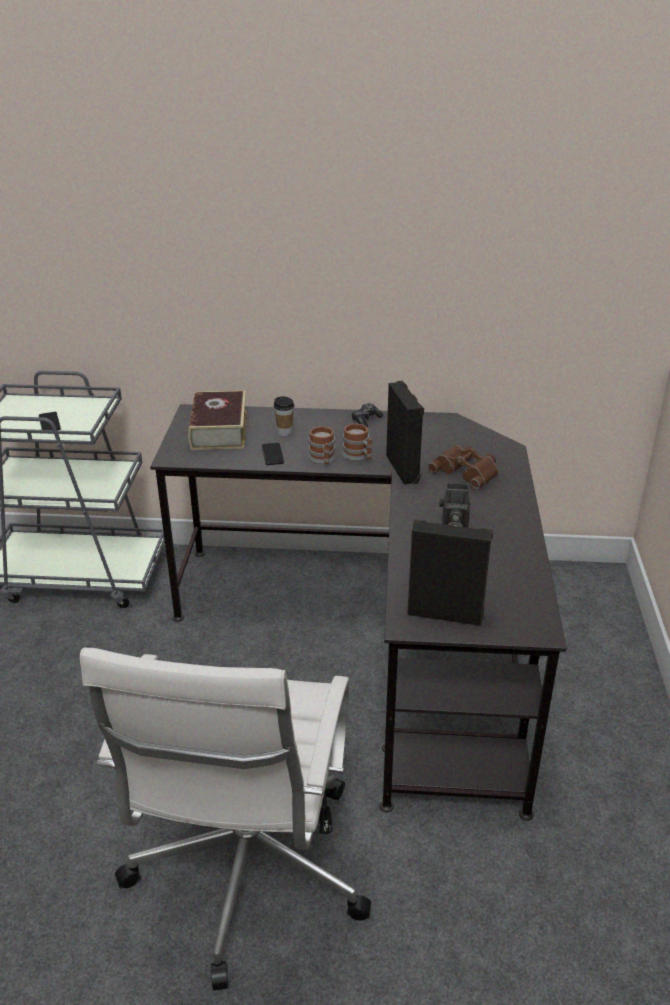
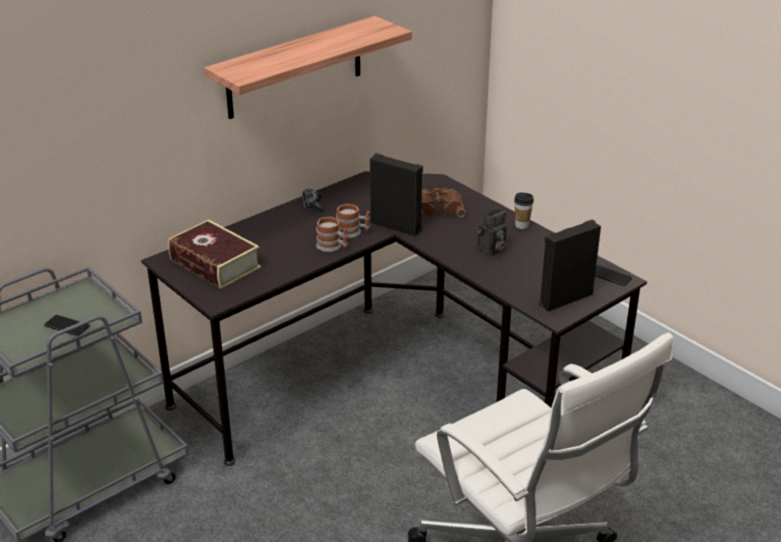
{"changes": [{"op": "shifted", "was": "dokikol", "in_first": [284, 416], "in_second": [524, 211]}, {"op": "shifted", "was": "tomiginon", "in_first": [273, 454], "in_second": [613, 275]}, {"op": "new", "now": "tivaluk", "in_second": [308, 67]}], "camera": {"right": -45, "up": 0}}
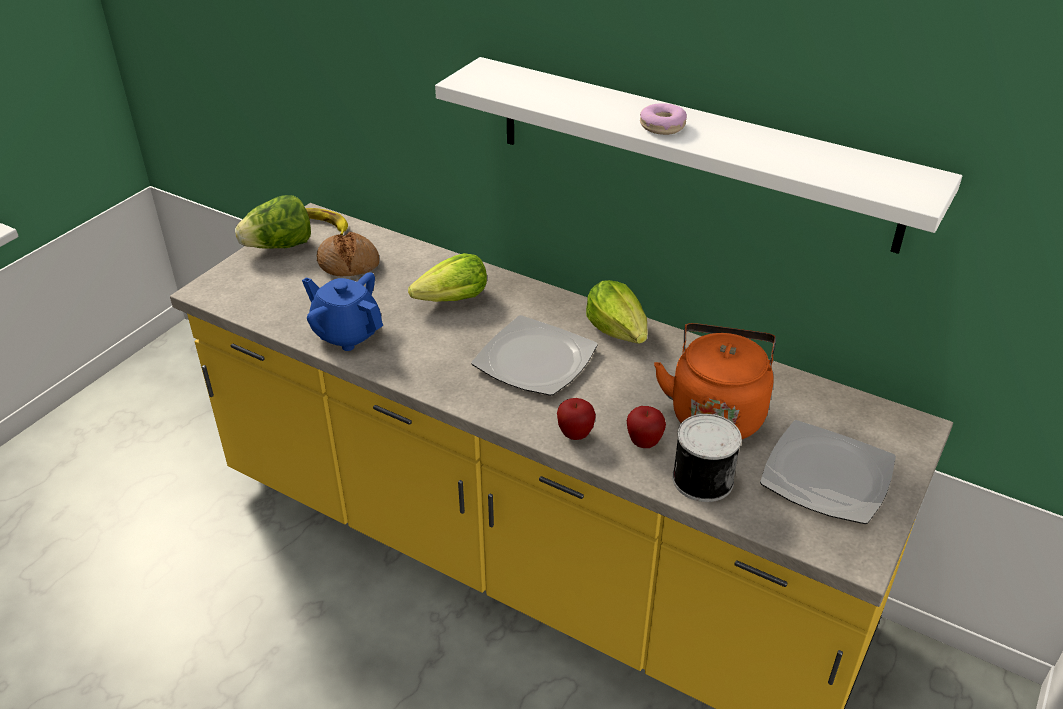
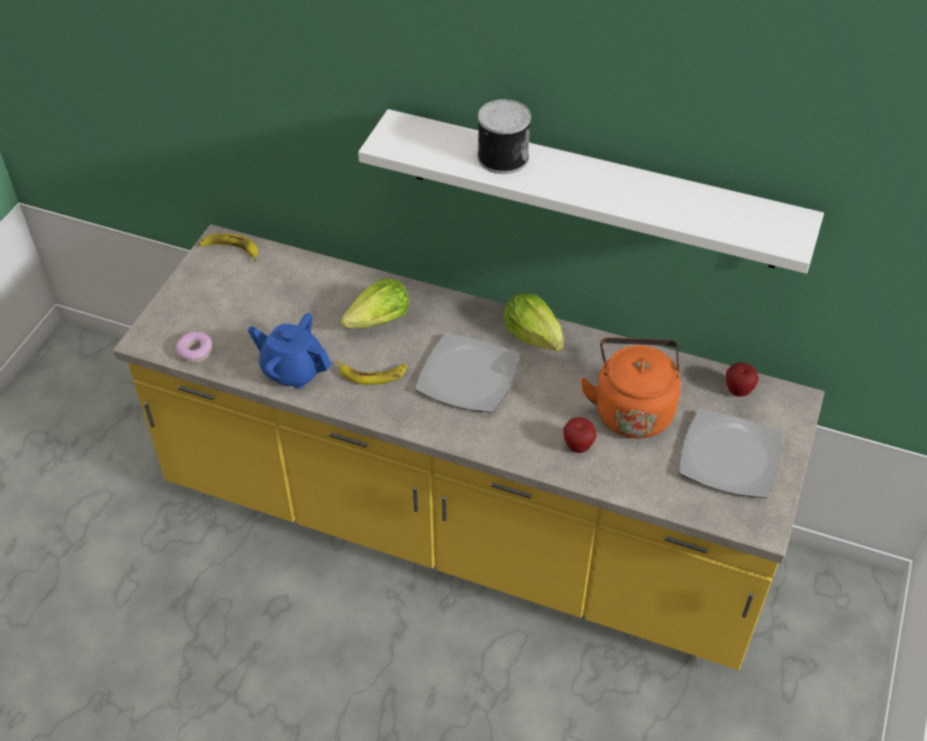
{"changes": [{"op": "shifted", "was": "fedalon", "in_first": [663, 119], "in_second": [194, 347]}, {"op": "gone", "was": "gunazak", "in_first": [273, 222]}, {"op": "gone", "was": "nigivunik", "in_first": [348, 254]}, {"op": "shifted", "was": "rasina", "in_first": [576, 419], "in_second": [742, 379]}, {"op": "shifted", "was": "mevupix", "in_first": [707, 458], "in_second": [504, 136]}, {"op": "new", "now": "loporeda", "in_second": [372, 372]}], "camera": {"right": -10, "up": 10}}
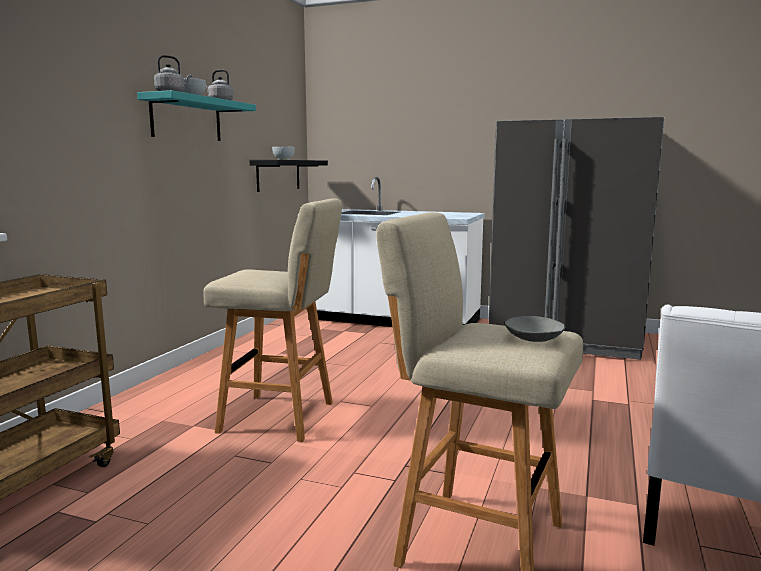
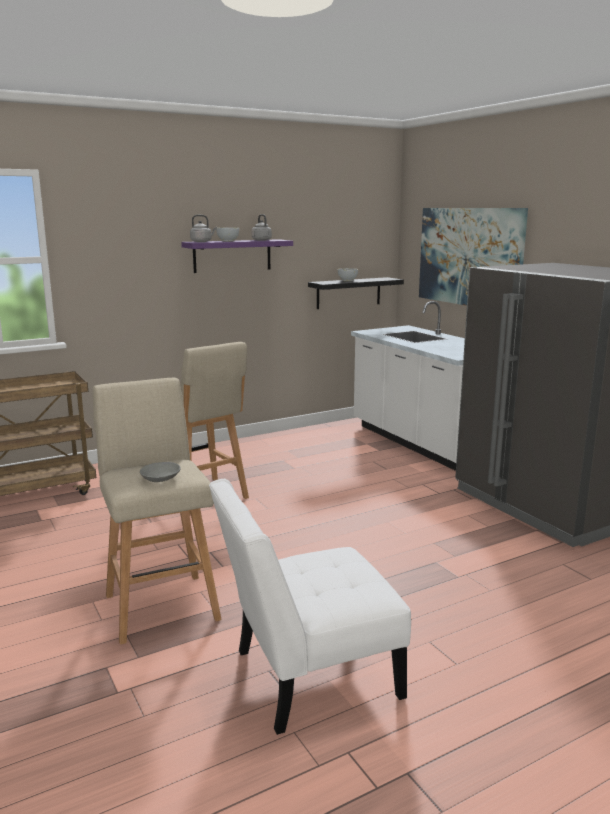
{"changes": [{"op": "repainted", "was": "tivaluk (turquoise)", "now": "tivaluk (purple)", "in_first": [196, 115], "in_second": [237, 256]}, {"op": "new", "now": "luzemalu", "in_second": [473, 257]}], "camera": {"right": 40, "up": 5}}
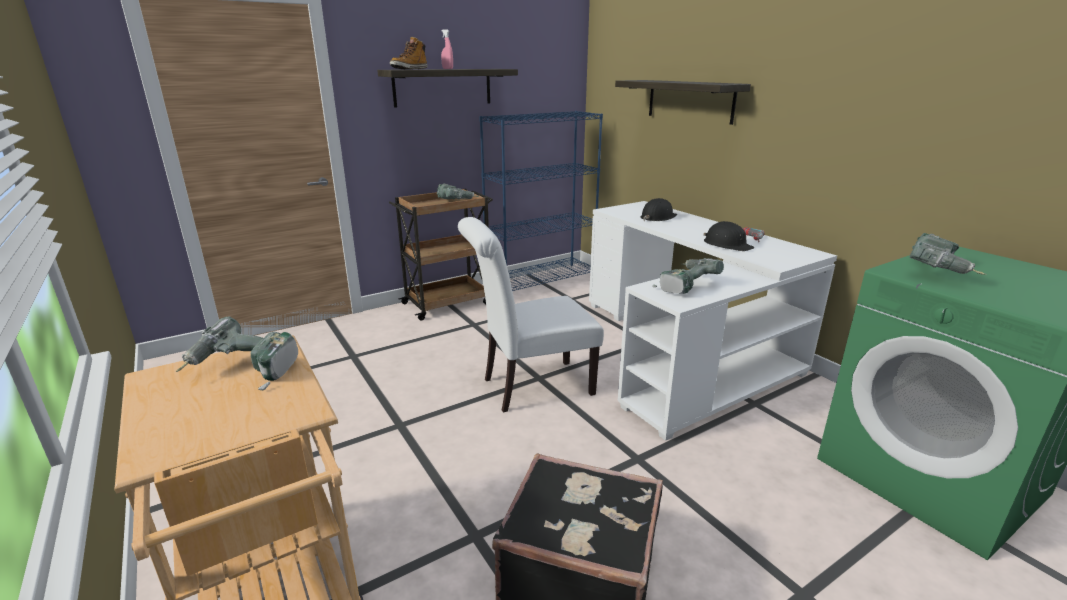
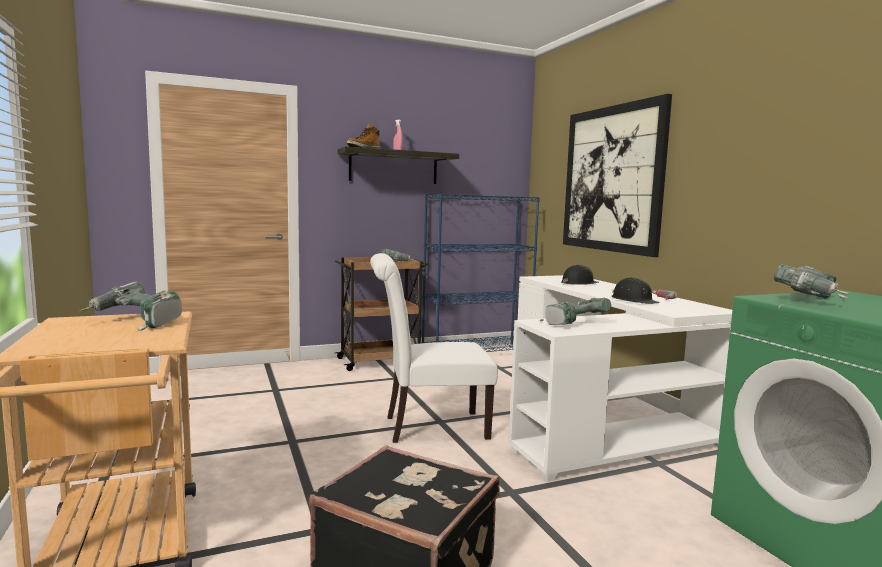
{"changes": [{"op": "swapped", "was": "tivaluk", "now": "luzemalu", "in_first": [683, 102], "in_second": [617, 175]}], "camera": {"right": 10, "up": -15}}
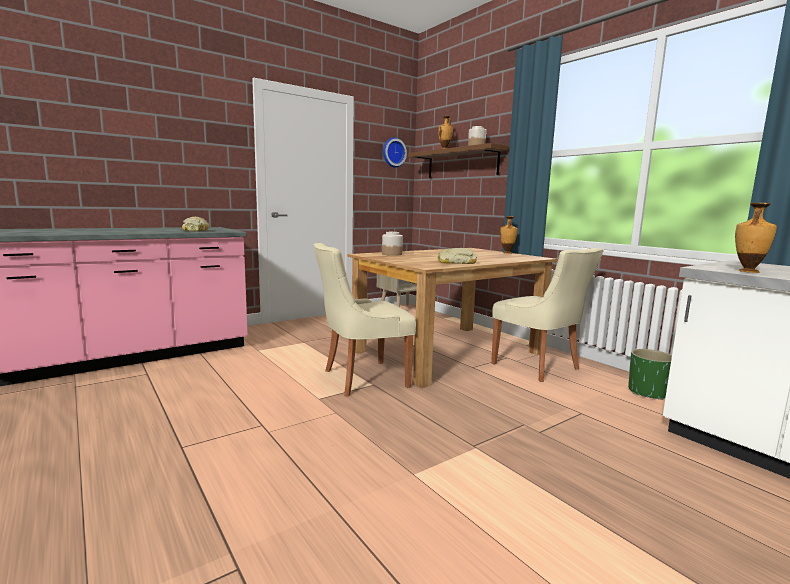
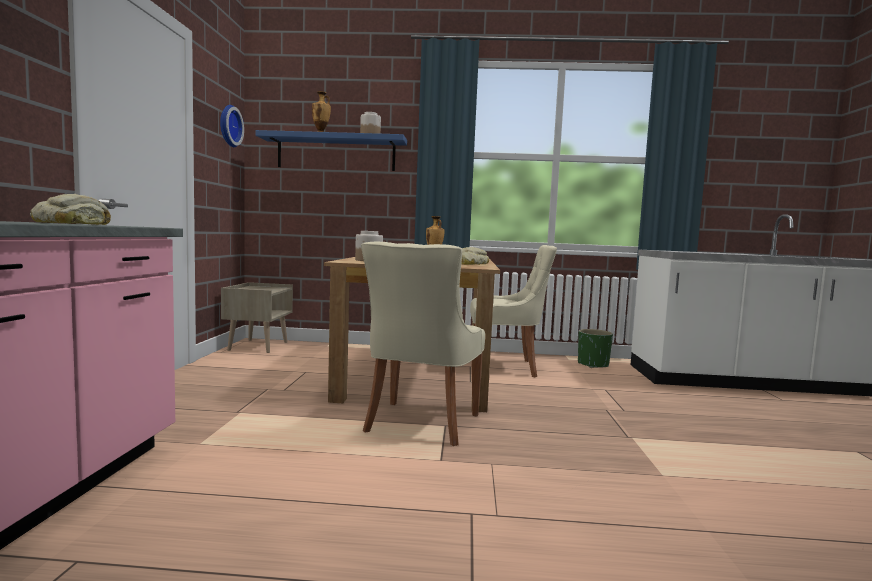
{"changes": [{"op": "repainted", "was": "tivaluk (brown)", "now": "tivaluk (blue)", "in_first": [458, 160], "in_second": [331, 150]}, {"op": "gone", "was": "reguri", "in_first": [756, 238]}], "camera": {"right": -50, "up": -5}}
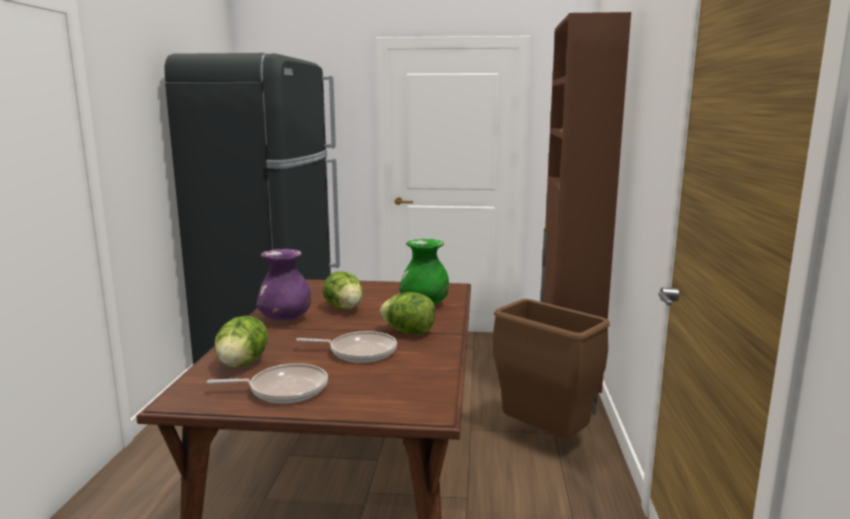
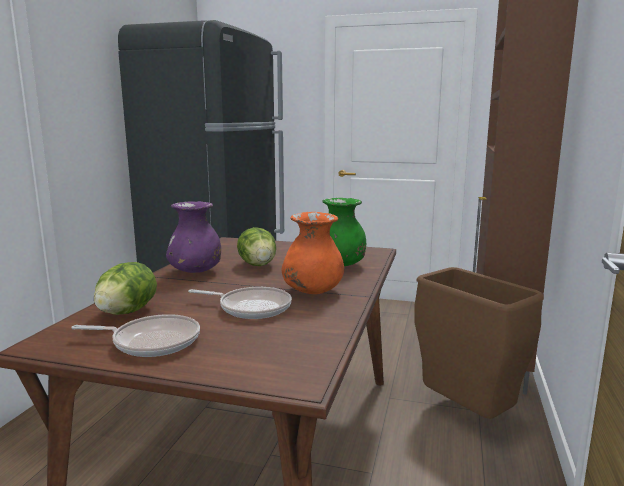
{"changes": [{"op": "swapped", "was": "gunazak", "now": "reguri (orange)", "in_first": [407, 313], "in_second": [313, 253]}], "camera": {"right": 10, "up": 0}}
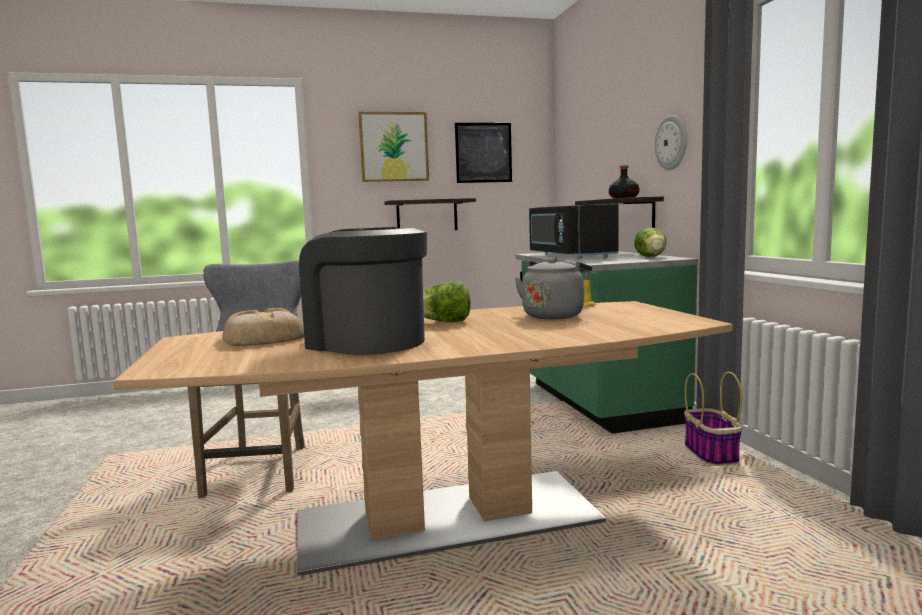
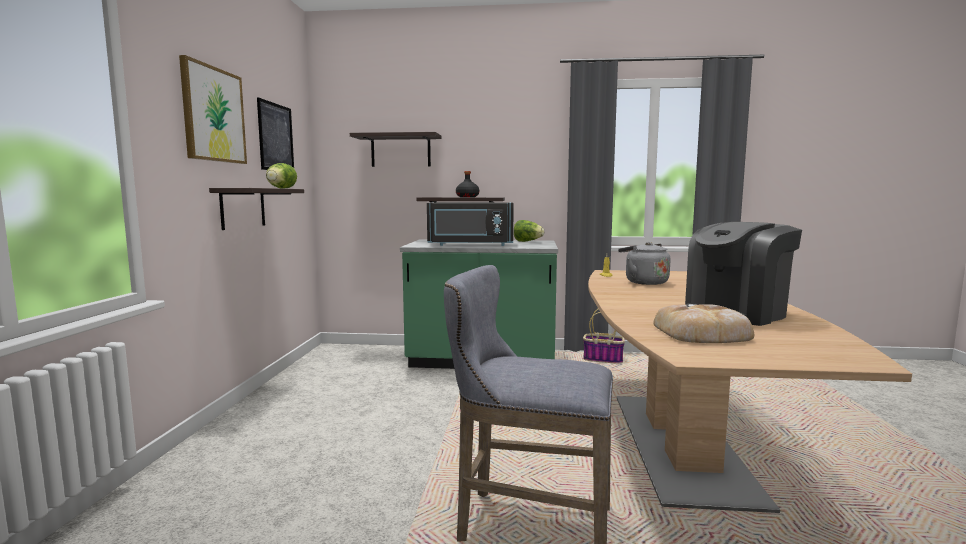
{"changes": [{"op": "gone", "was": "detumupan", "in_first": [671, 142]}, {"op": "shifted", "was": "gunazak", "in_first": [447, 301], "in_second": [281, 176]}, {"op": "new", "now": "tivaluk", "in_second": [395, 149]}], "camera": {"right": -70, "up": 0}}
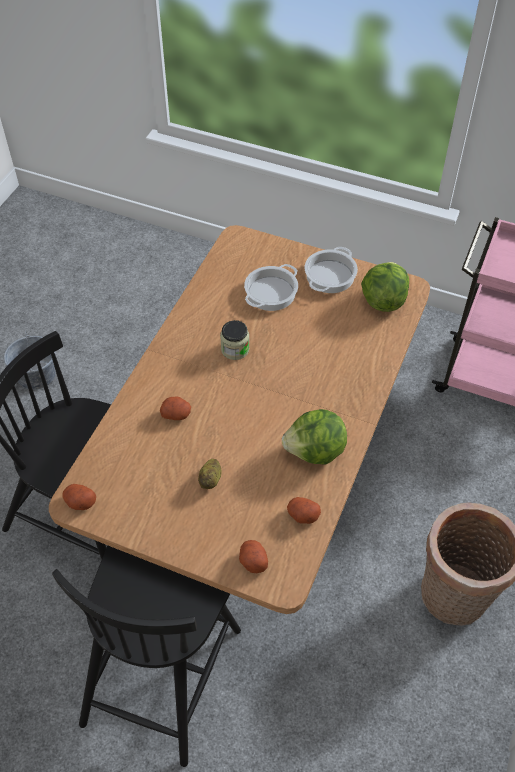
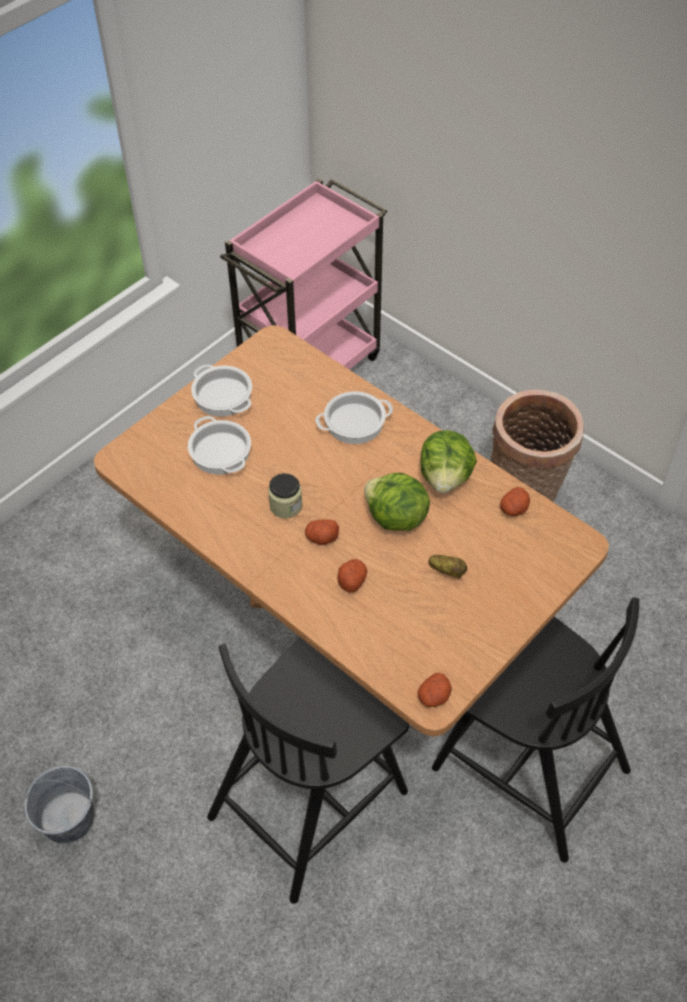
{"changes": [{"op": "shifted", "was": "gunazak", "in_first": [385, 287], "in_second": [397, 502]}, {"op": "shifted", "was": "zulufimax", "in_first": [253, 556], "in_second": [322, 532]}, {"op": "new", "now": "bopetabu", "in_second": [354, 417]}], "camera": {"right": -70, "up": 0}}
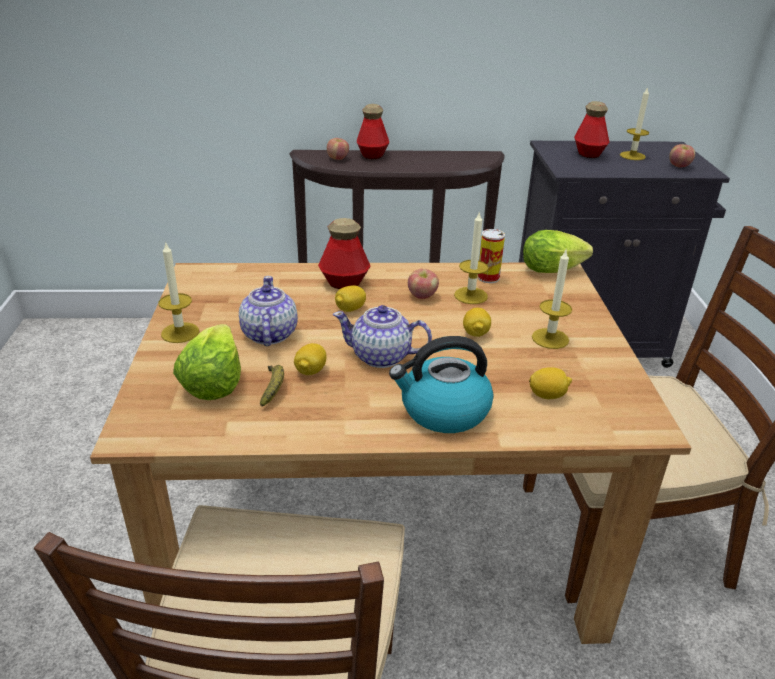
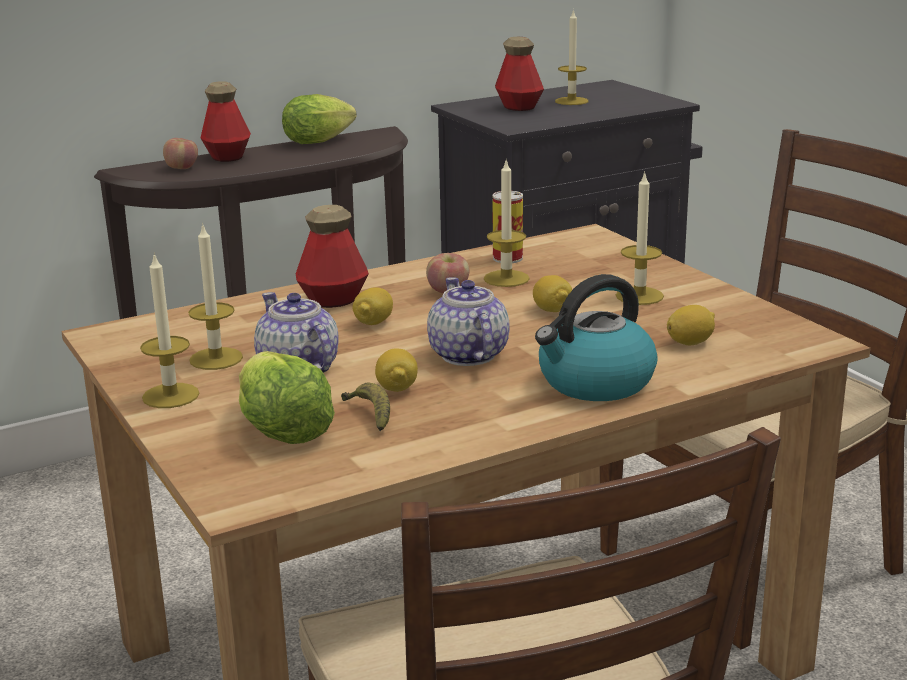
{"changes": [{"op": "gone", "was": "rasina", "in_first": [682, 155]}, {"op": "shifted", "was": "gunazak", "in_first": [558, 251], "in_second": [319, 119]}, {"op": "rotated", "was": "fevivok", "in_first": [382, 336], "in_second": [468, 321], "clockwise": 90}, {"op": "new", "now": "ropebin", "in_second": [215, 296]}], "camera": {"right": -25, "up": -10}}
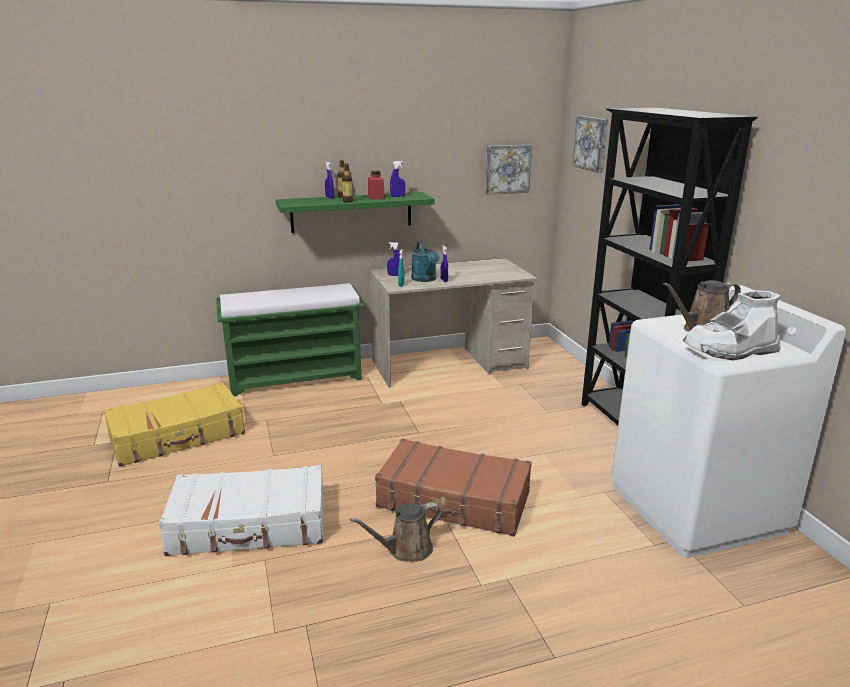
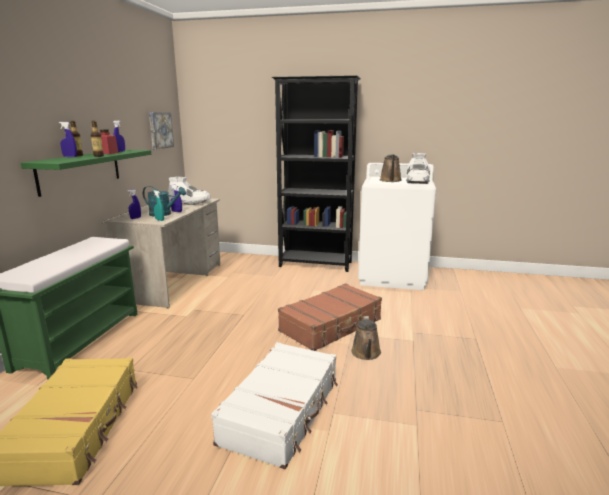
{"changes": [{"op": "gone", "was": "luzemalu", "in_first": [590, 144]}, {"op": "new", "now": "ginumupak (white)", "in_second": [189, 191]}], "camera": {"right": -60, "up": -5}}
